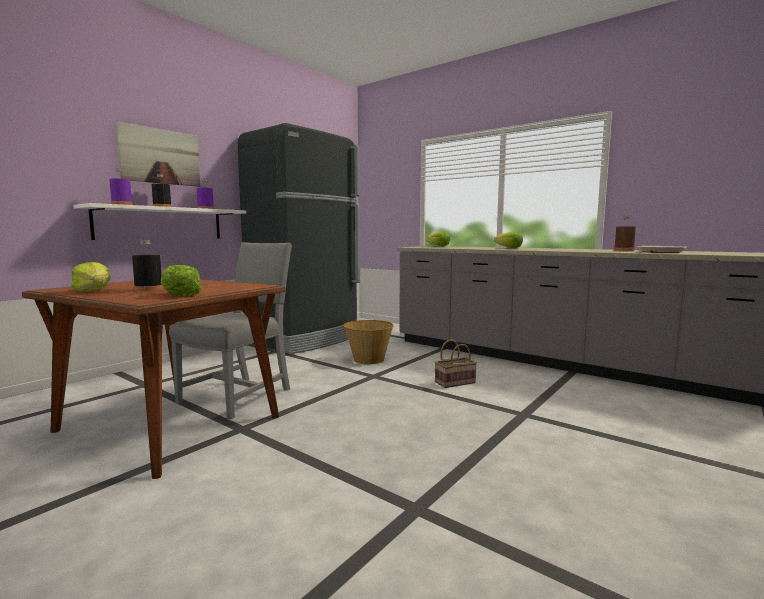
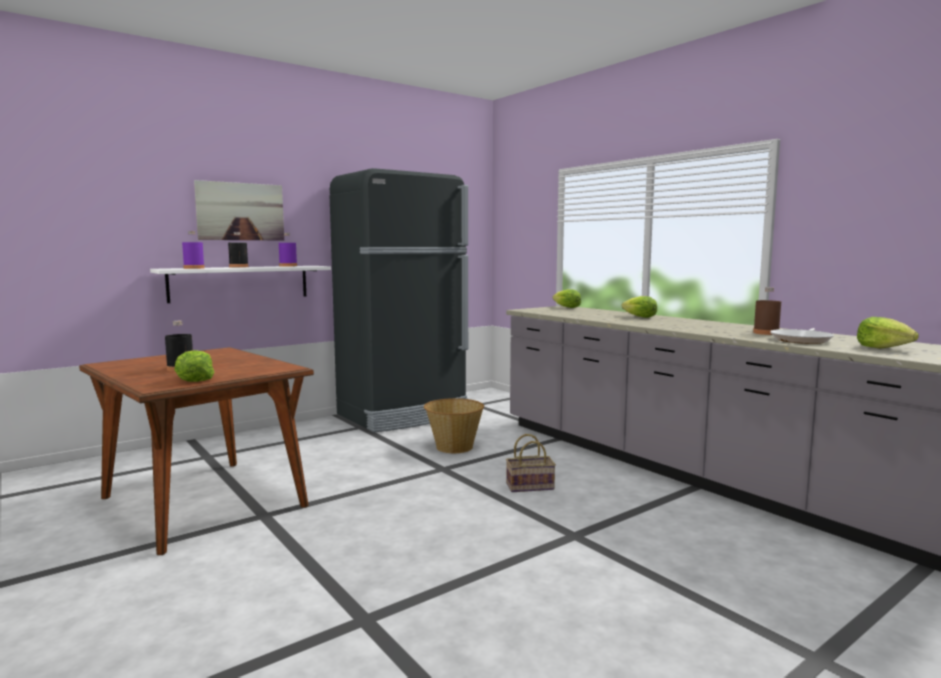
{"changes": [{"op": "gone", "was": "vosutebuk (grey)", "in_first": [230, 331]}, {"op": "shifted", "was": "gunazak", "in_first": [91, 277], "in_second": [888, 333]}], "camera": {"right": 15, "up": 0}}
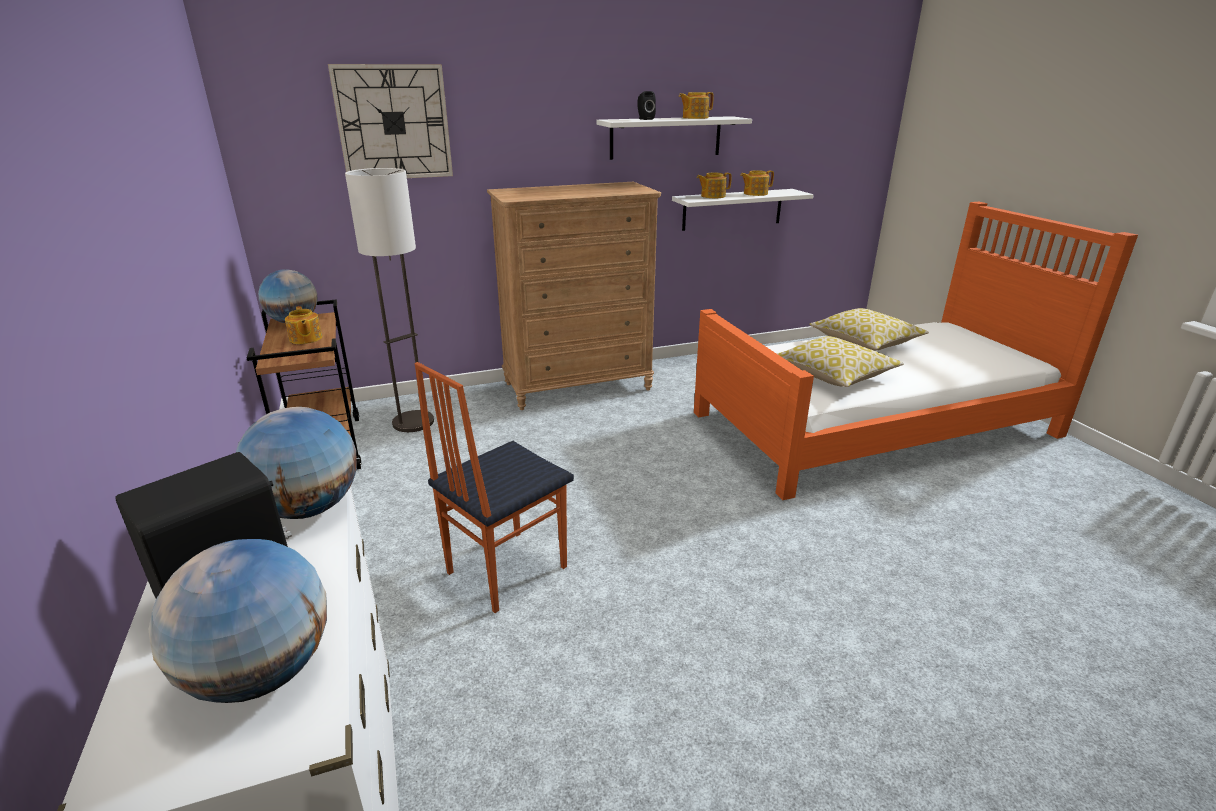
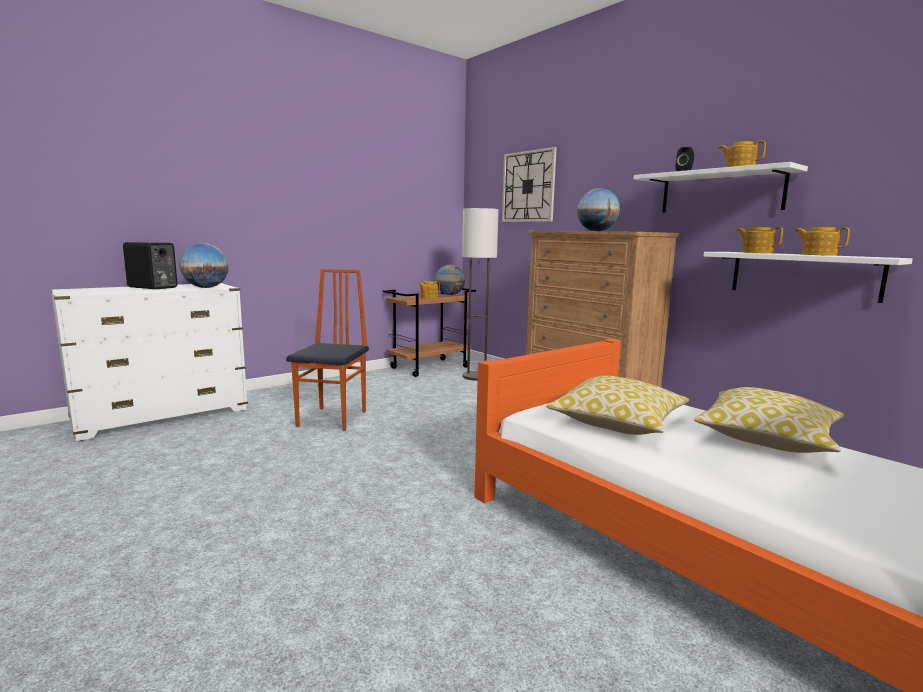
{"changes": [{"op": "rotated", "was": "vosutebuk", "in_first": [494, 487], "in_second": [327, 350], "clockwise": 75}, {"op": "shifted", "was": "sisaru", "in_first": [238, 621], "in_second": [598, 209]}], "camera": {"right": 70, "up": -15}}
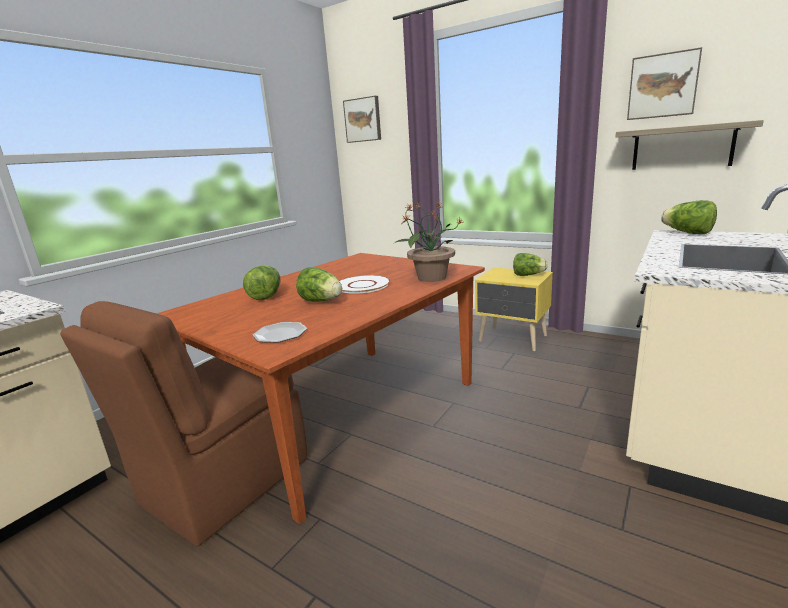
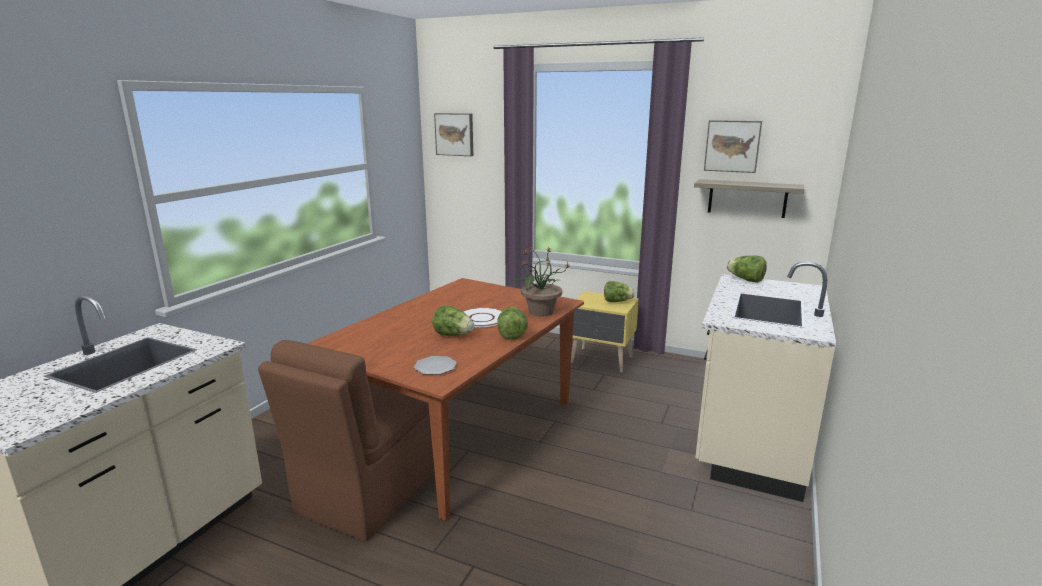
{"changes": [{"op": "shifted", "was": "gunazak", "in_first": [261, 283], "in_second": [512, 323]}], "camera": {"right": -10, "up": 0}}
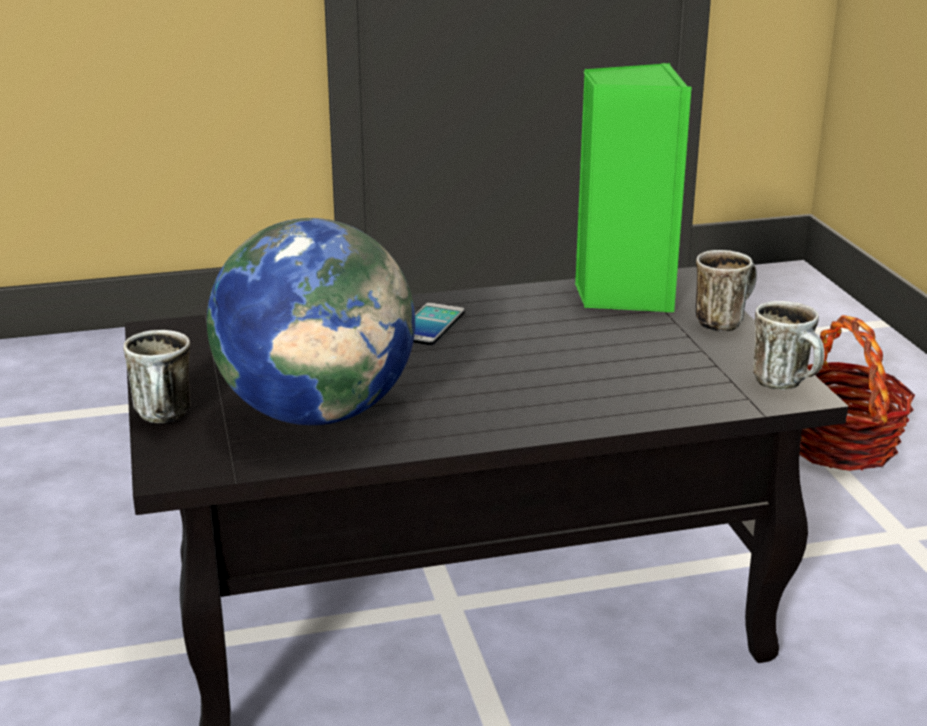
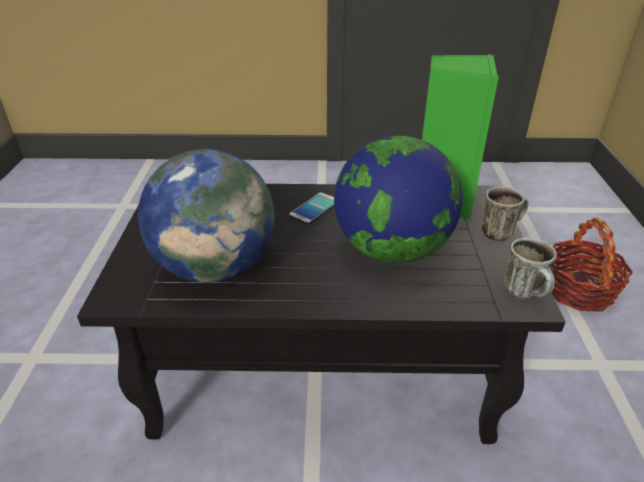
{"changes": [{"op": "gone", "was": "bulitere", "in_first": [157, 376]}, {"op": "new", "now": "sisaru", "in_second": [398, 199]}], "camera": {"right": 15, "up": 10}}
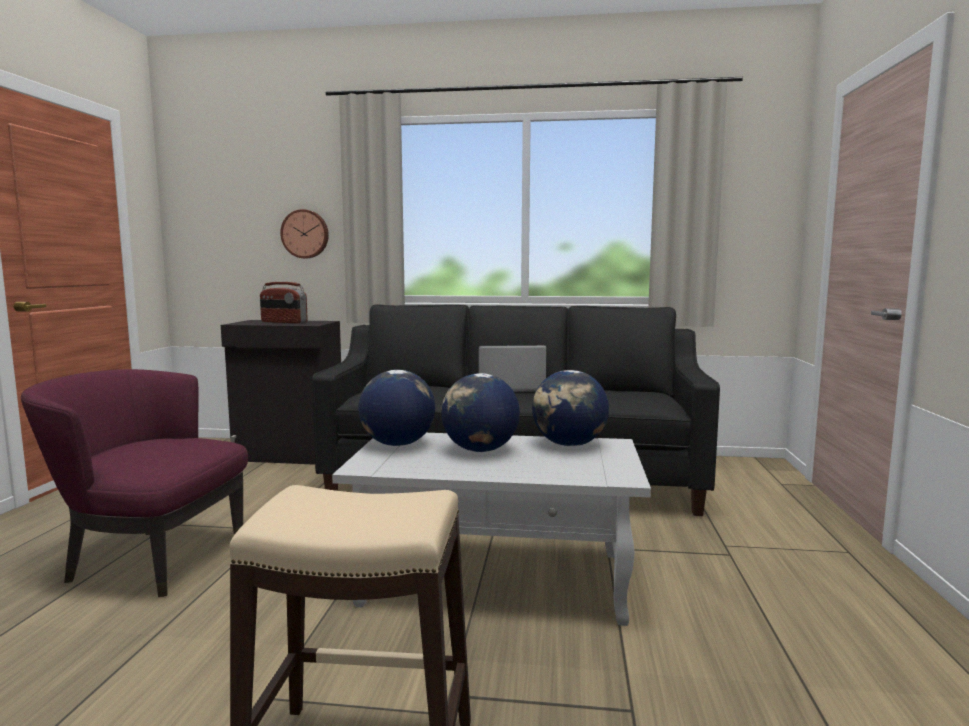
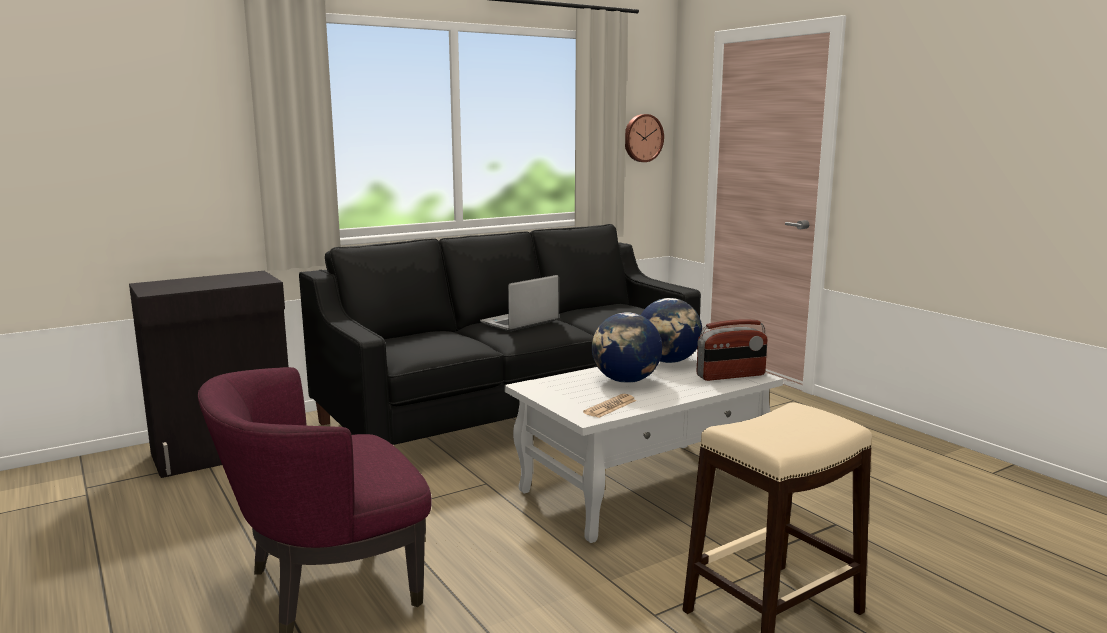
{"changes": [{"op": "shifted", "was": "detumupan", "in_first": [304, 233], "in_second": [644, 138]}, {"op": "shifted", "was": "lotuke", "in_first": [284, 302], "in_second": [732, 350]}, {"op": "gone", "was": "sisaru", "in_first": [396, 408]}, {"op": "new", "now": "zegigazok", "in_second": [609, 406]}], "camera": {"right": -40, "up": 5}}
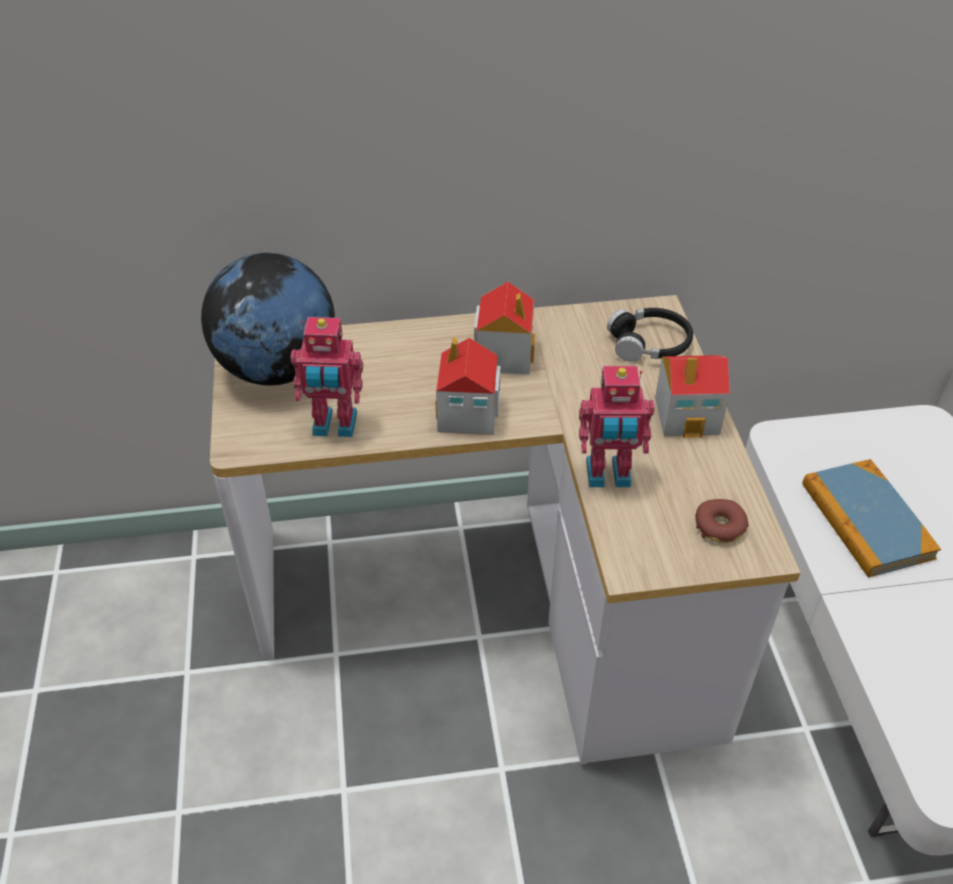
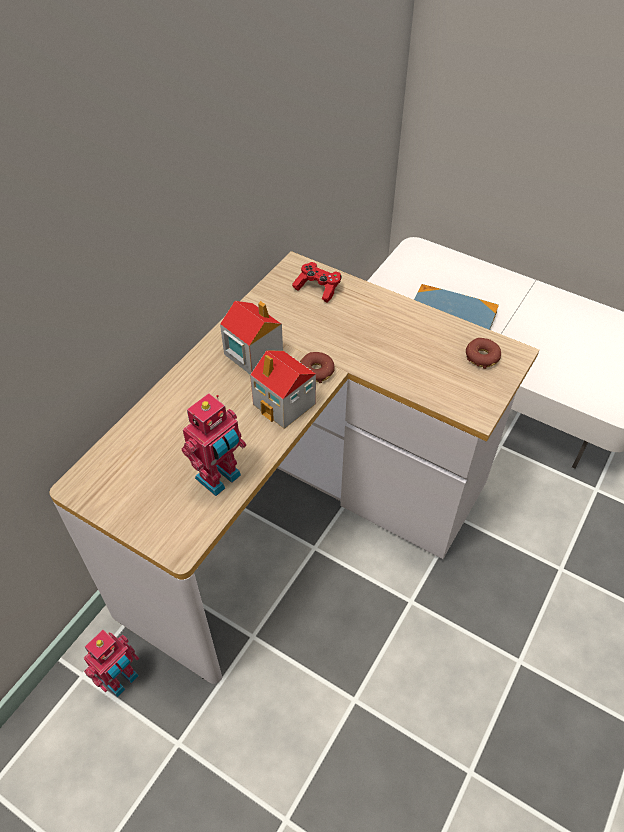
{"changes": [{"op": "gone", "was": "sisaru", "in_first": [268, 319]}, {"op": "swapped", "was": "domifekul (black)", "now": "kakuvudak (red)", "in_first": [650, 335], "in_second": [316, 282]}, {"op": "gone", "was": "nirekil", "in_first": [692, 396]}, {"op": "shifted", "was": "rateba", "in_first": [617, 426], "in_second": [111, 664]}, {"op": "new", "now": "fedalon", "in_second": [317, 367]}], "camera": {"right": -50, "up": 5}}
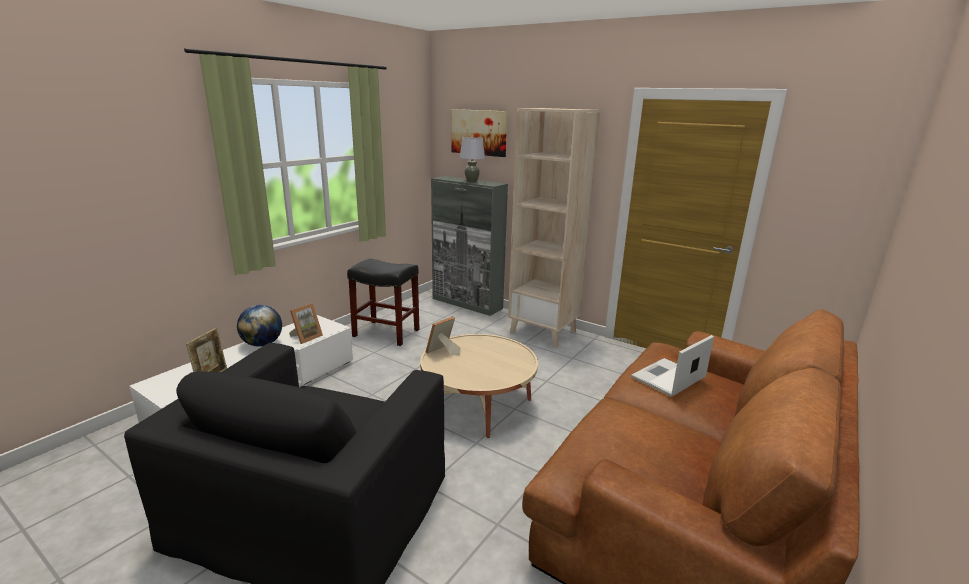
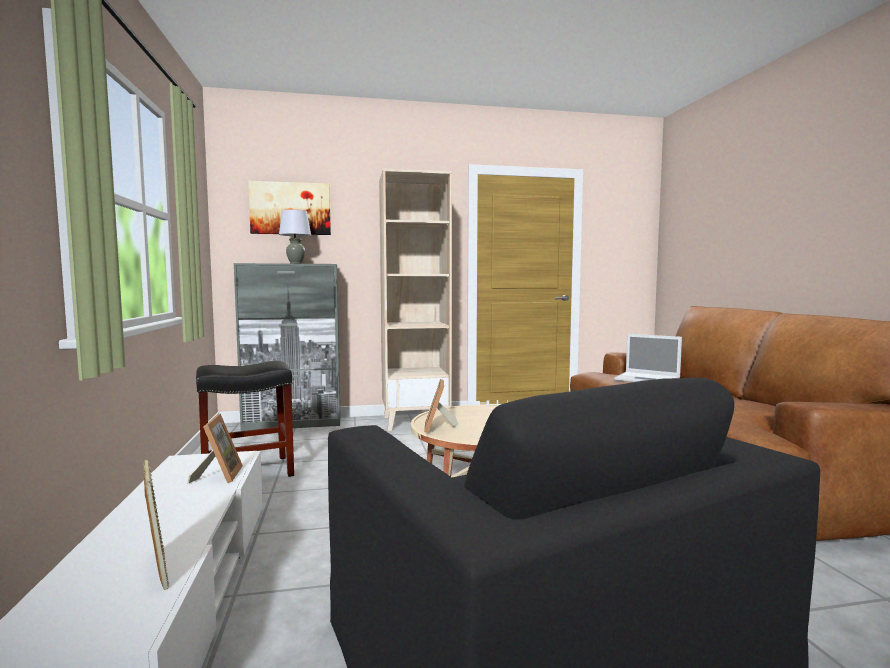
{"changes": [{"op": "gone", "was": "sisaru", "in_first": [259, 326]}, {"op": "rotated", "was": "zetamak", "in_first": [672, 366], "in_second": [648, 358], "clockwise": -60}], "camera": {"right": -45, "up": -15}}
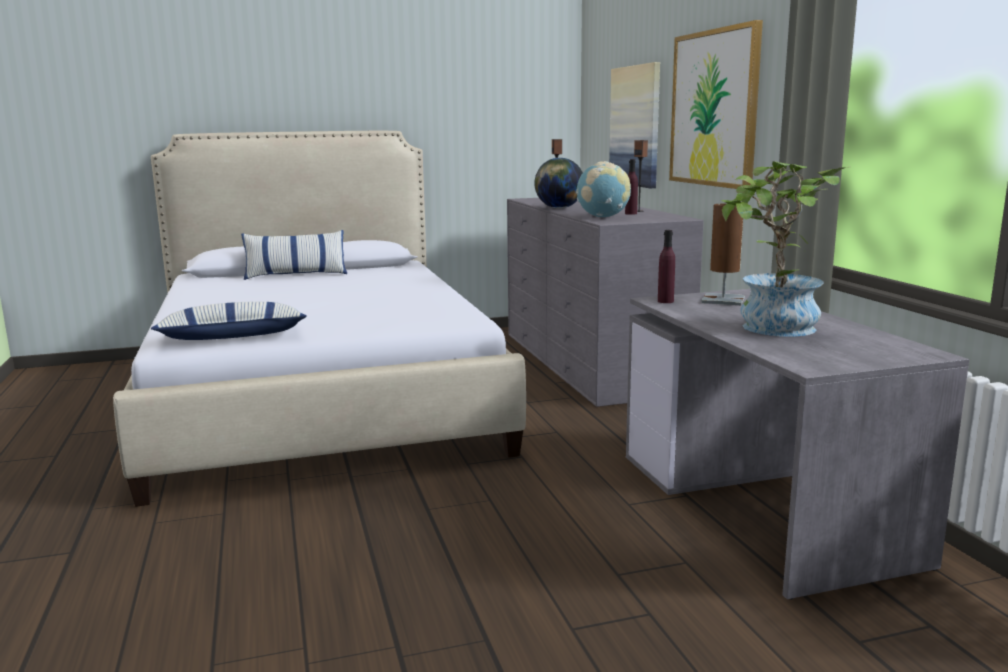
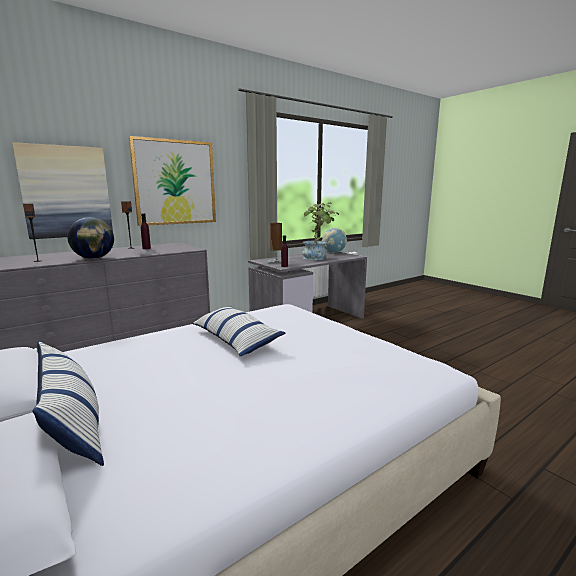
{"changes": [{"op": "shifted", "was": "sisaru", "in_first": [603, 189], "in_second": [334, 240]}, {"op": "shifted", "was": "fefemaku", "in_first": [229, 321], "in_second": [238, 331]}], "camera": {"right": -110, "up": 0}}
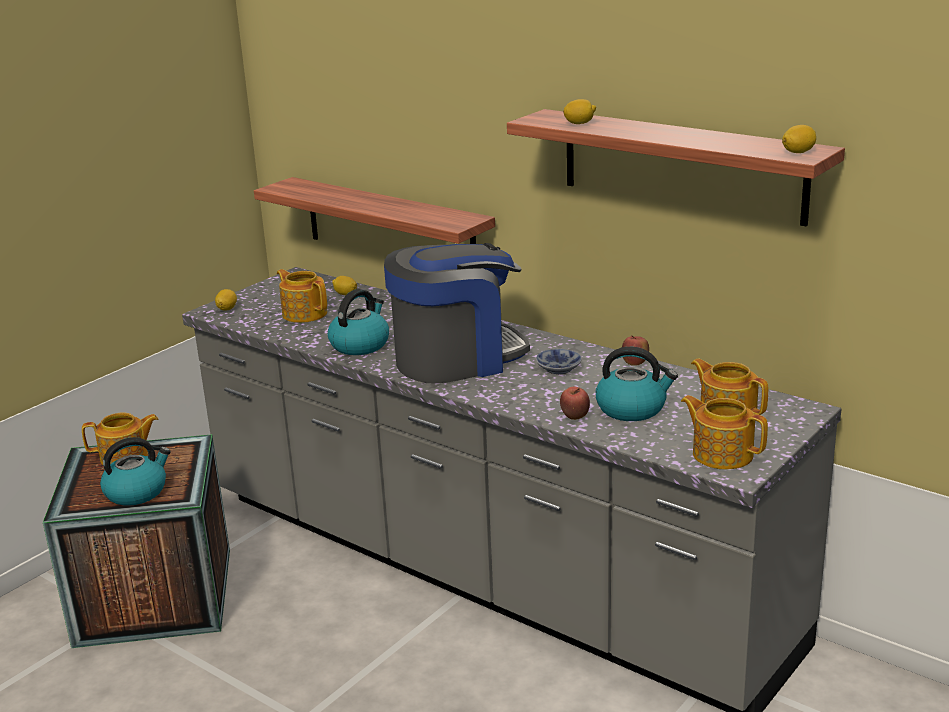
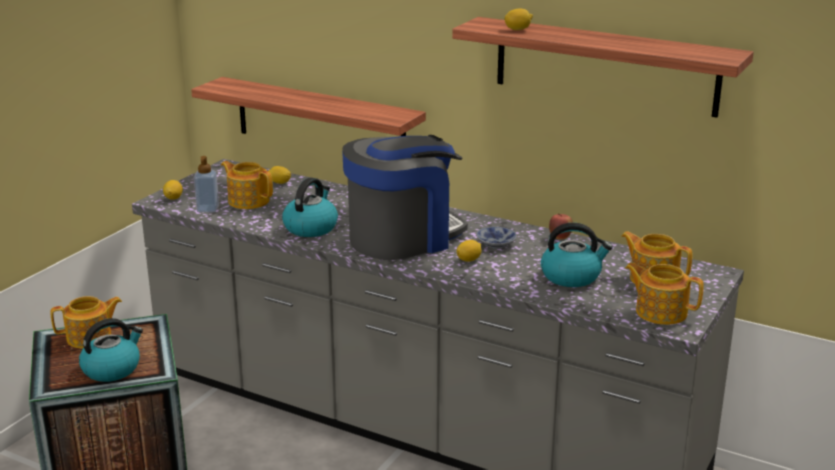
{"changes": [{"op": "shifted", "was": "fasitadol", "in_first": [799, 139], "in_second": [469, 251]}, {"op": "gone", "was": "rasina", "in_first": [575, 403]}, {"op": "new", "now": "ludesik", "in_second": [206, 184]}], "camera": {"right": -10, "up": 0}}
